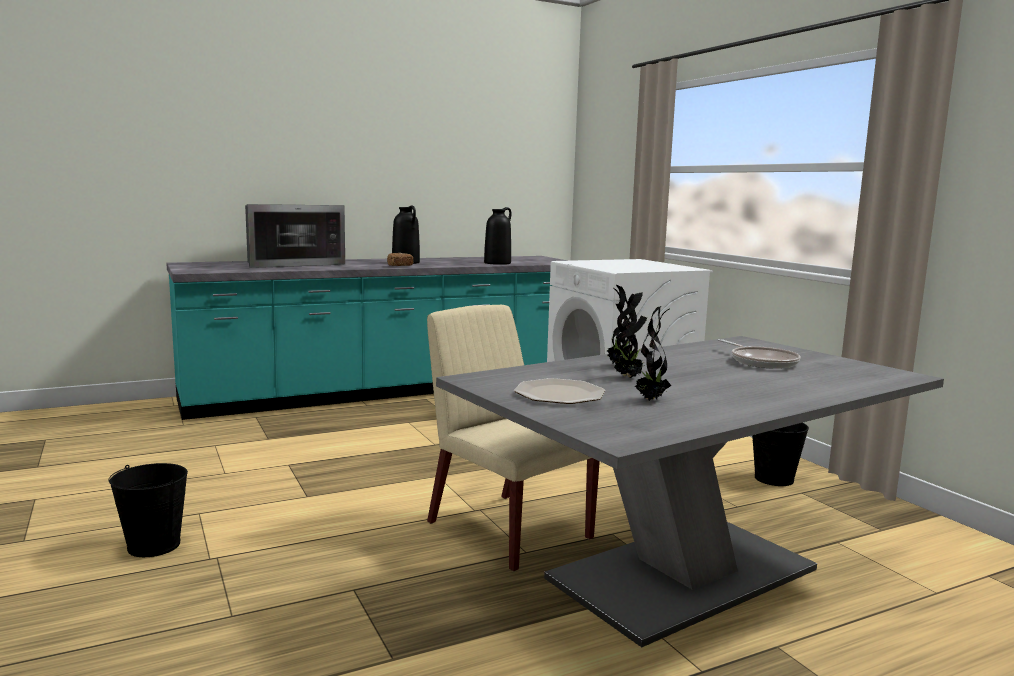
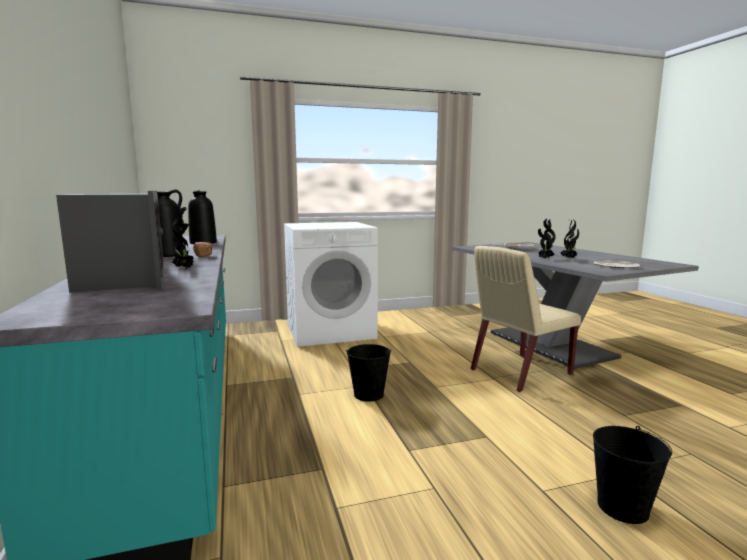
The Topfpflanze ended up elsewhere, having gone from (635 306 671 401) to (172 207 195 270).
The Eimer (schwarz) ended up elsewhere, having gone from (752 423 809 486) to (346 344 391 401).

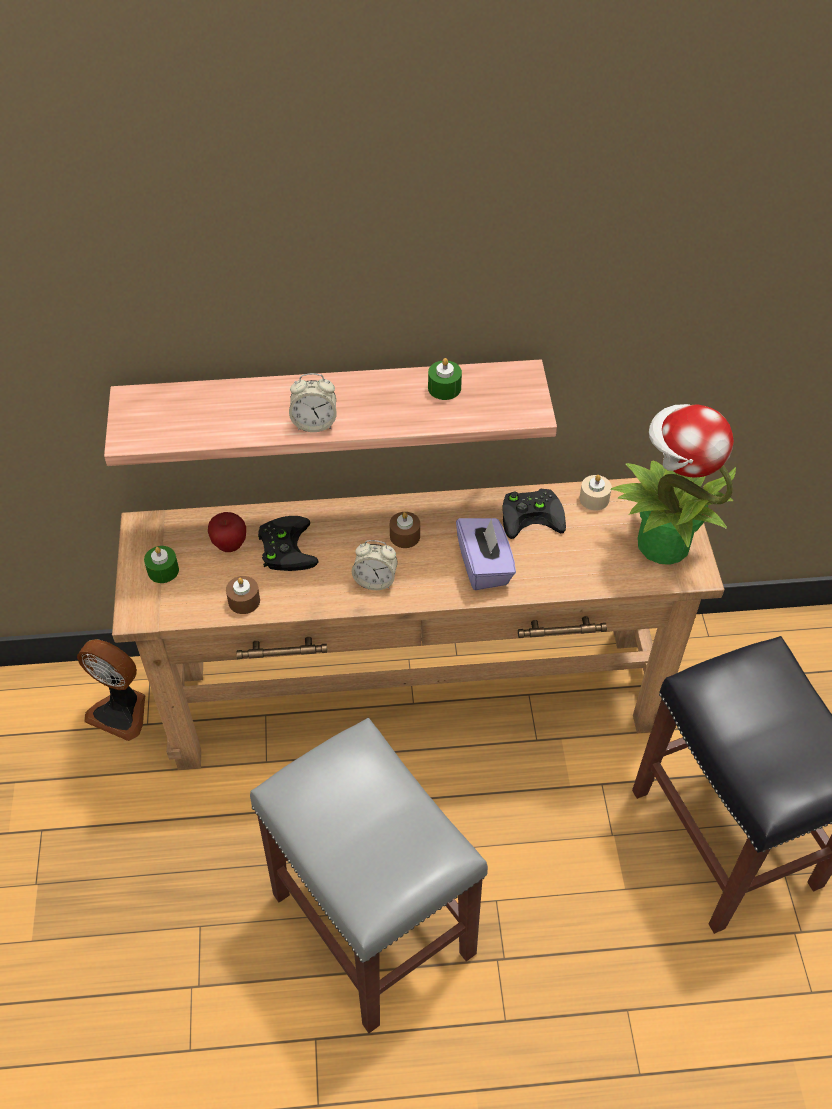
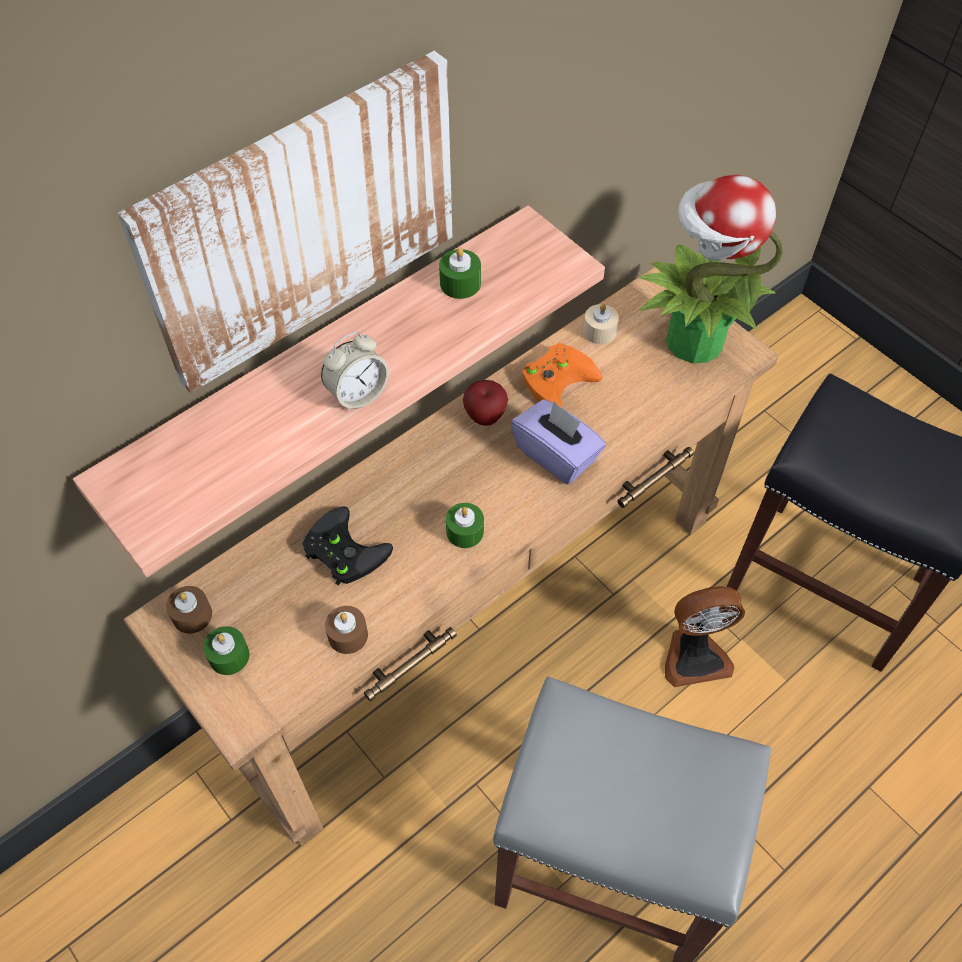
The second view gained the Bild at (118 51 452 393).
The Kerze (braun) ended up elsewhere, having gone from (390 512 420 548) to (166 586 212 634).
Where the Wecker stood at (352 540 398 590), the Kerze (grün) came to stand at (446 503 484 548).
The Apfel ended up elsewhere, having gone from (208 512 246 552) to (463 380 508 426).
What was the Gamepad (schwarz) at (503 489 566 539) turned into the Gamepad (orange) at (522 343 602 408).
The Ventilator ended up elsewhere, having gone from (77 639 146 741) to (665 586 745 687).

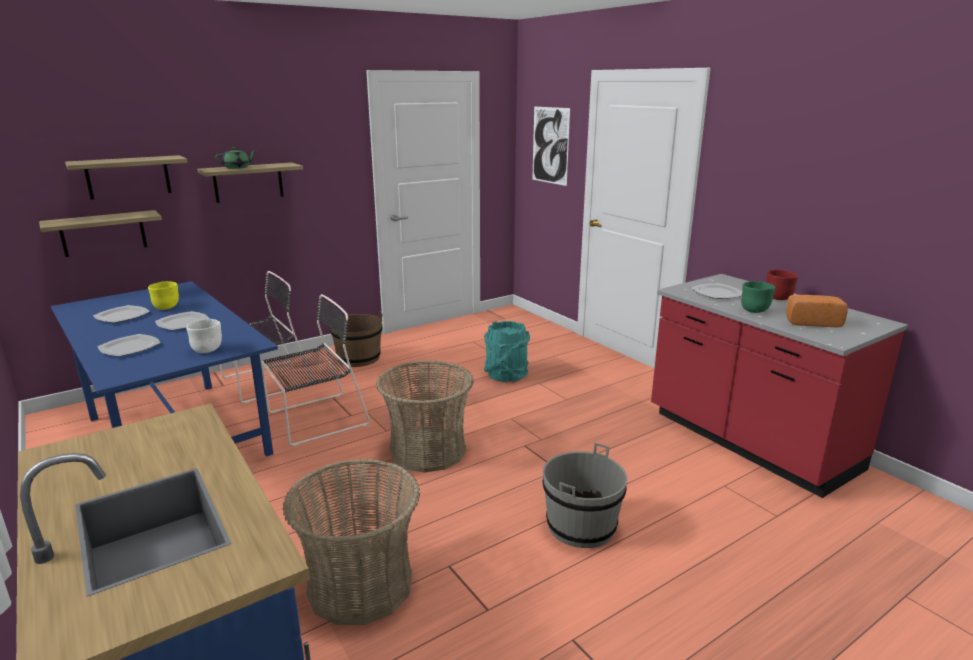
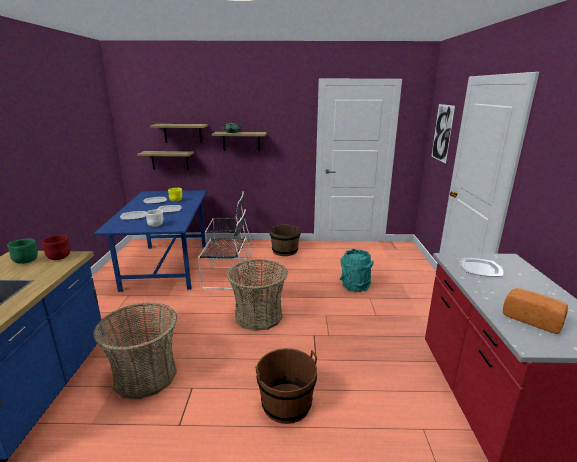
The Schüssel (grün) ended up elsewhere, having gone from (741 281 775 313) to (7 239 38 264).
The Schüssel (rot) ended up elsewhere, having gone from (766 270 798 300) to (42 235 70 260).
What was the Eimer (grau) at (542 443 628 548) turned into the Eimer (braun) at (255 348 317 424).

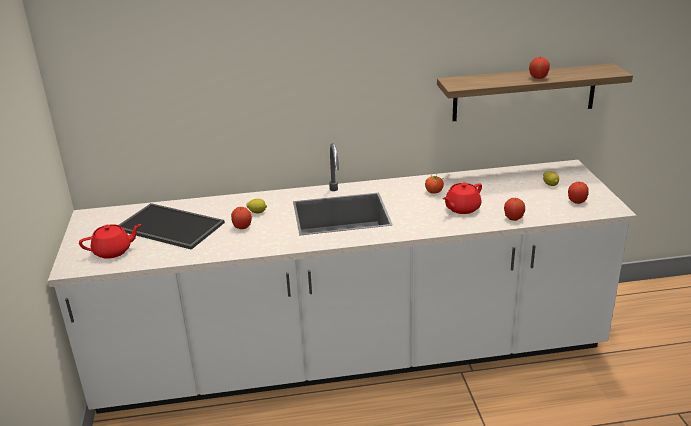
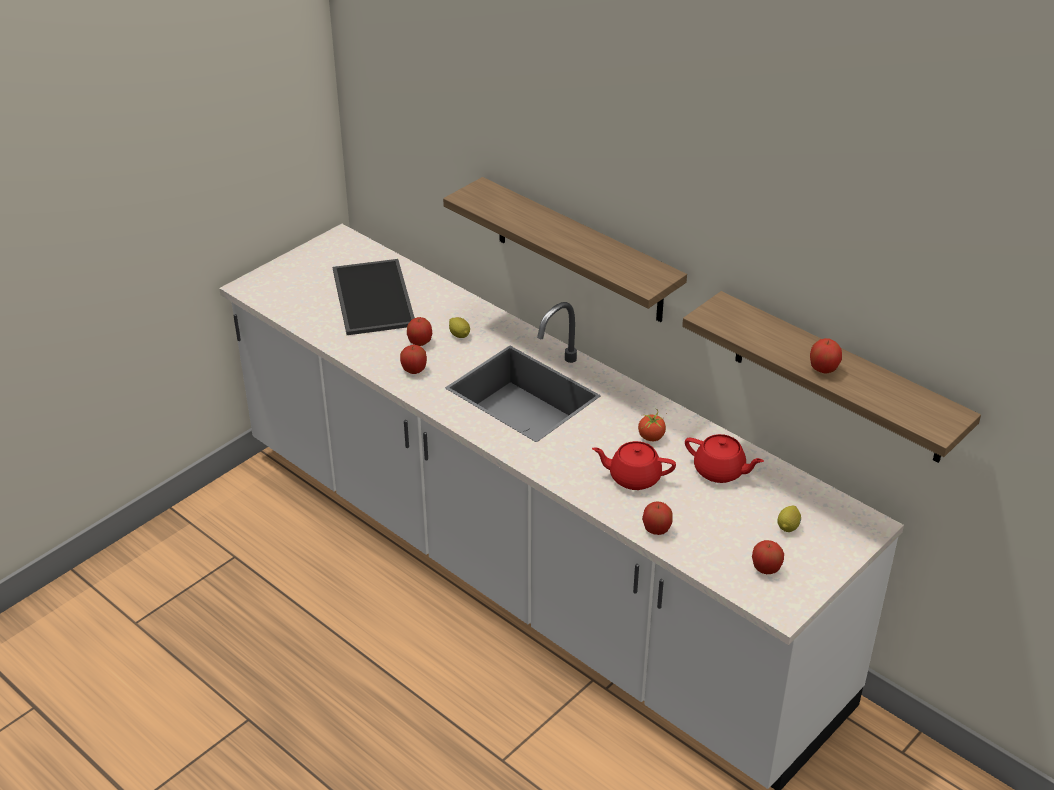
The second view gained the Apfel at (400 345 427 374).
The second view gained the Wandregal at (443 177 687 322).
The Teekanne (rot) ended up elsewhere, having gone from (79 224 142 259) to (685 434 764 483).

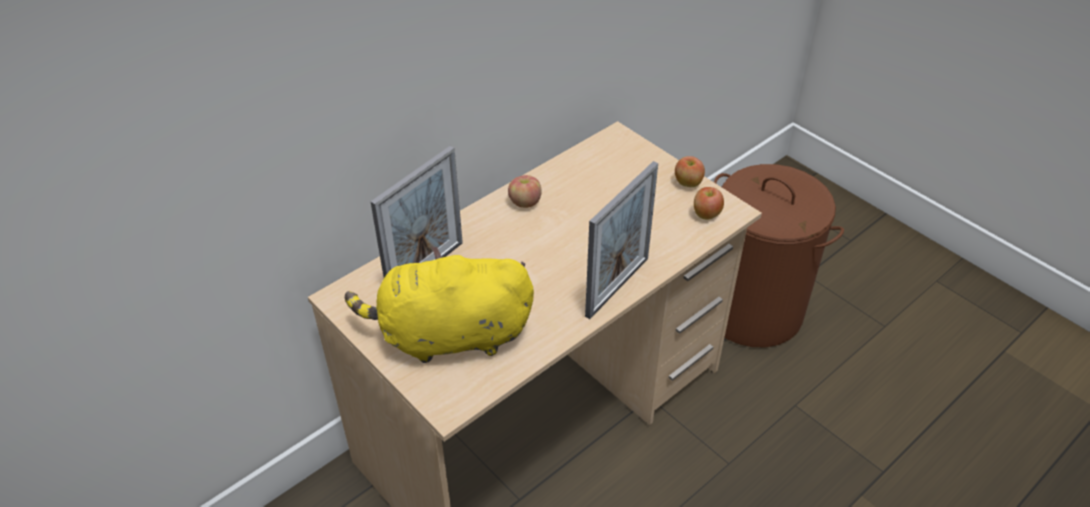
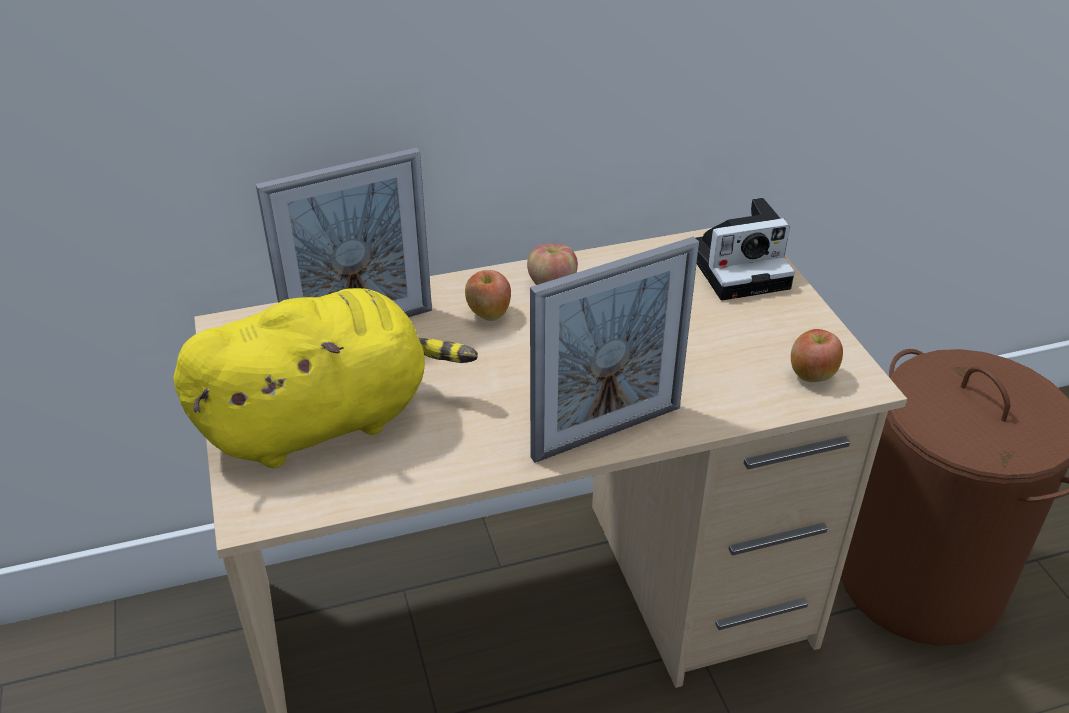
The Plüschtier (gelb) at (345 247 534 363) ended up facing another way, 135 degrees clockwise from before.
The Apfel ended up elsewhere, having gone from (675 156 705 188) to (465 270 511 321).
The second view gained the Kamera at (696 198 795 301).

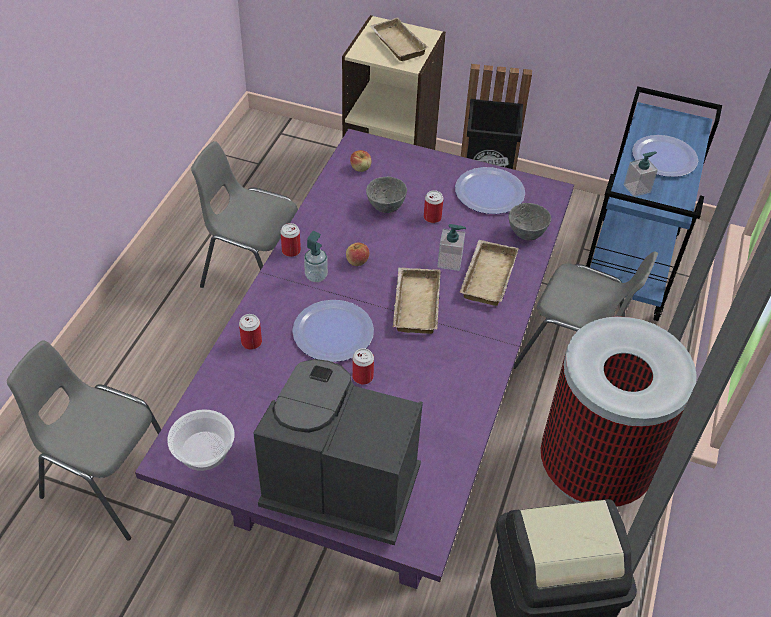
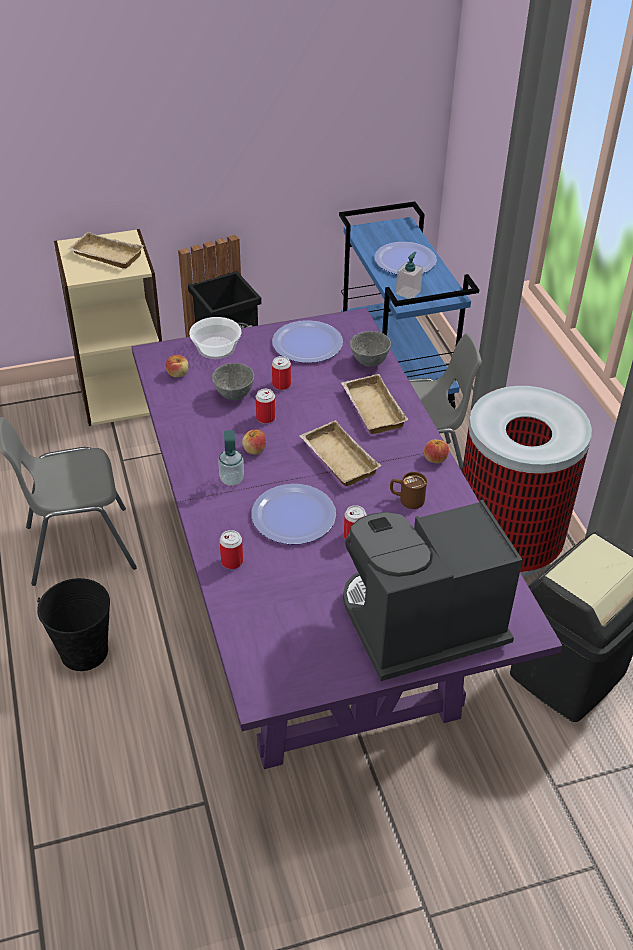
The second view gained the Eimer (schwarz) at (37 578 110 671).
The Schüssel ended up elsewhere, having gone from (167 409 235 471) to (189 317 242 359).
The Dose ended up elsewhere, having gone from (280 223 301 257) to (256 389 276 424).
The second view gained the Henkelbecher (braun) at (390 472 427 509).
The second view gained the Apfel at (424 440 449 463).
The second view lost the Stuhl (grau) at (7 340 161 540).
The second view lost the Seifenspender at (437 224 466 271).

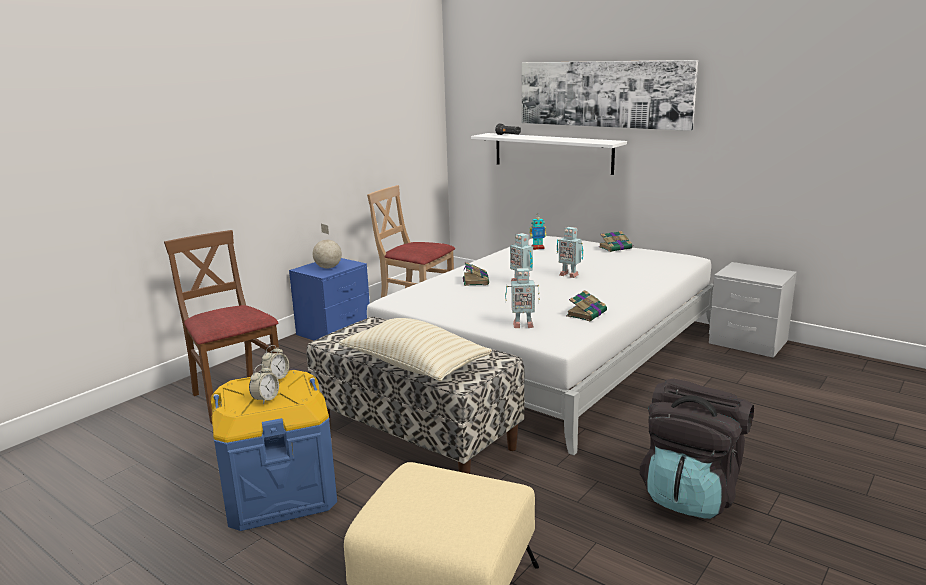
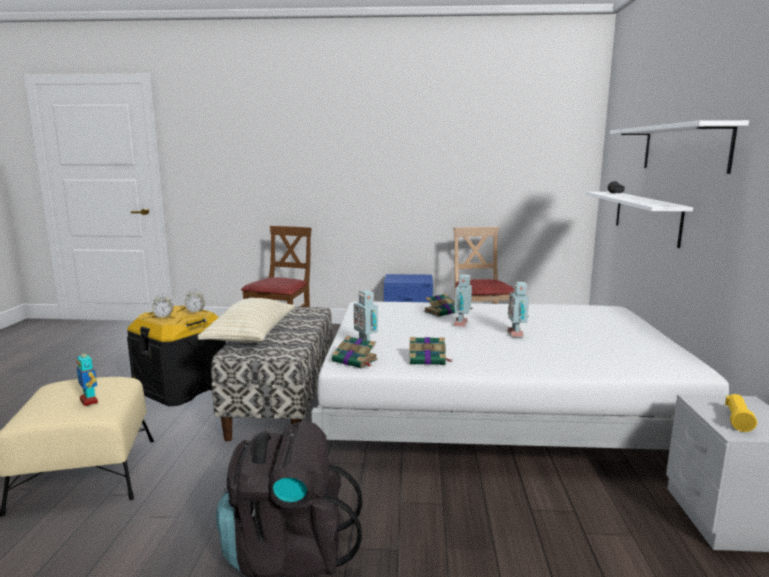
The Spielzeugroboter ended up elsewhere, having gone from (529 214 546 250) to (77 349 98 406).
What was the Aufbewahrungsbox (blau) at (211 370 337 531) turned into the Aufbewahrungsbox (schwarz) at (127 306 226 406).
The Buch ended up elsewhere, having gone from (599 231 632 252) to (332 336 378 369).
Where the Bild hung at (522 60 698 131), the Wandregal (weiß) came to hang at (610 120 749 174).
The second view gained the Taschenlampe (gelb) at (725 394 757 432).
The second view lost the Globus at (313 224 342 269).

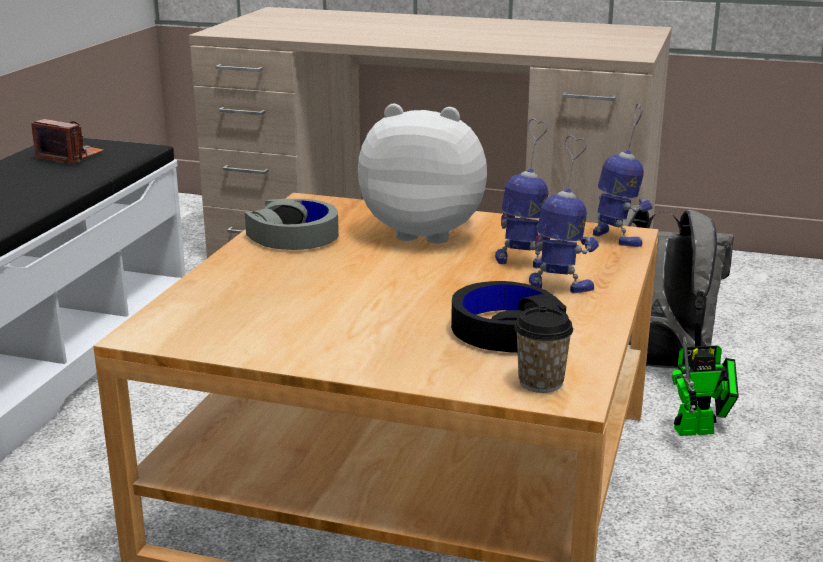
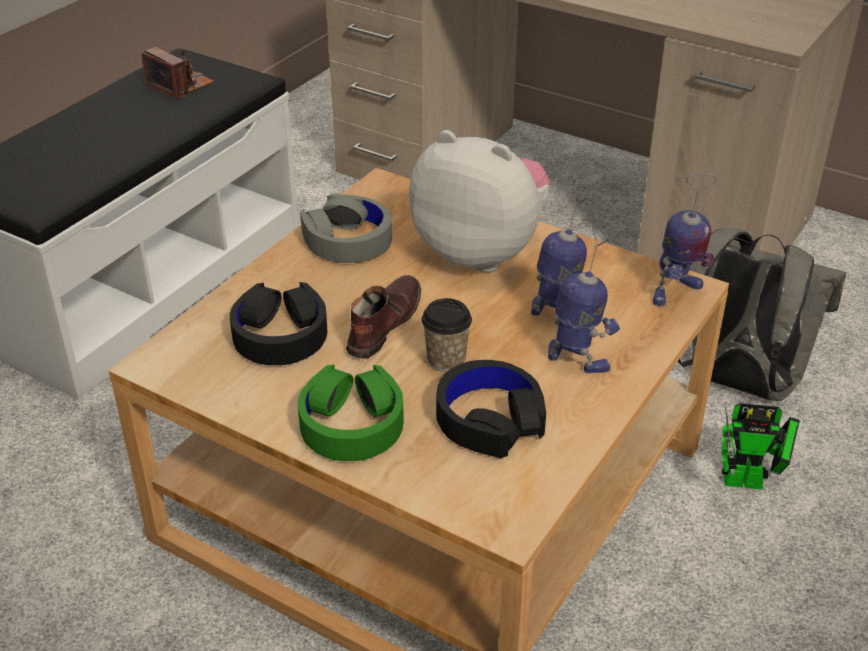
The second view gained the Kopfhörer (schwarz) at (230 282 327 365).
The second view gained the Kopfhörer (grün) at (298 365 404 461).
The second view gained the Schuh (braun) at (346 275 421 359).
The Tasse ended up elsewhere, having gone from (515 307 573 393) to (422 298 472 372).
The Spielzeugroboter at (593 103 653 247) ended up facing another way, 75 degrees clockwise from before.

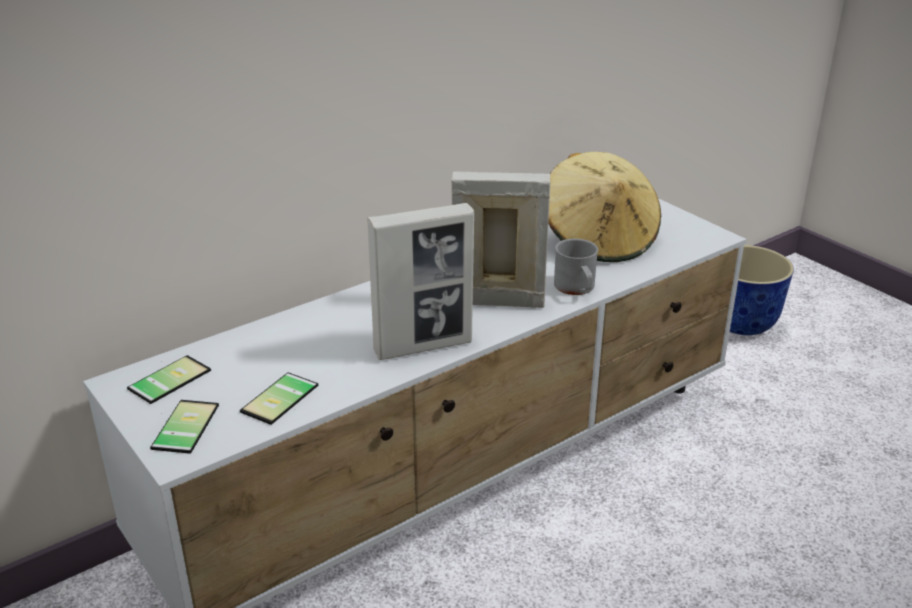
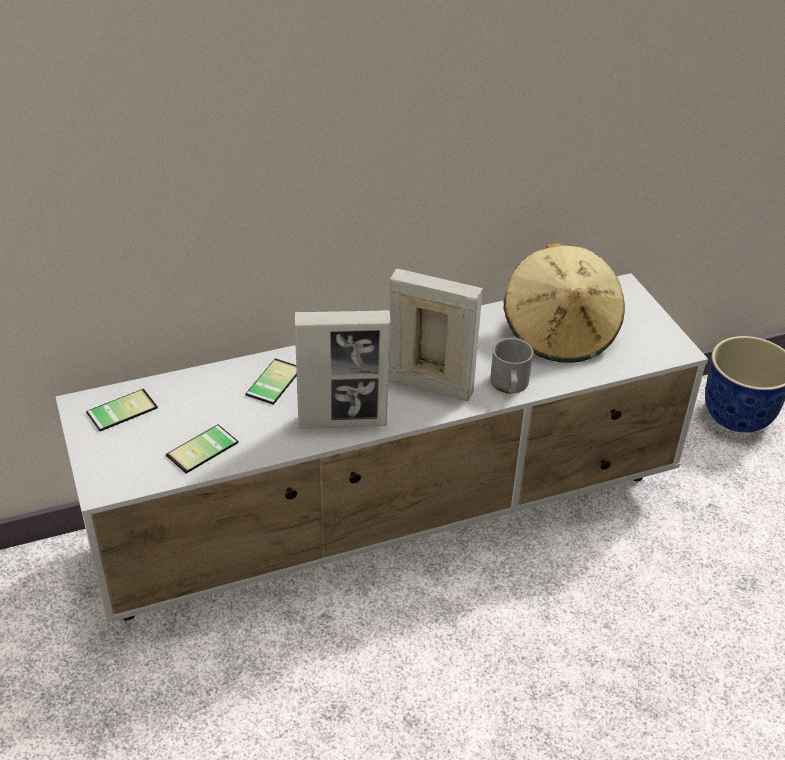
The Handy ended up elsewhere, having gone from (150 400 219 454) to (245 358 297 405).

